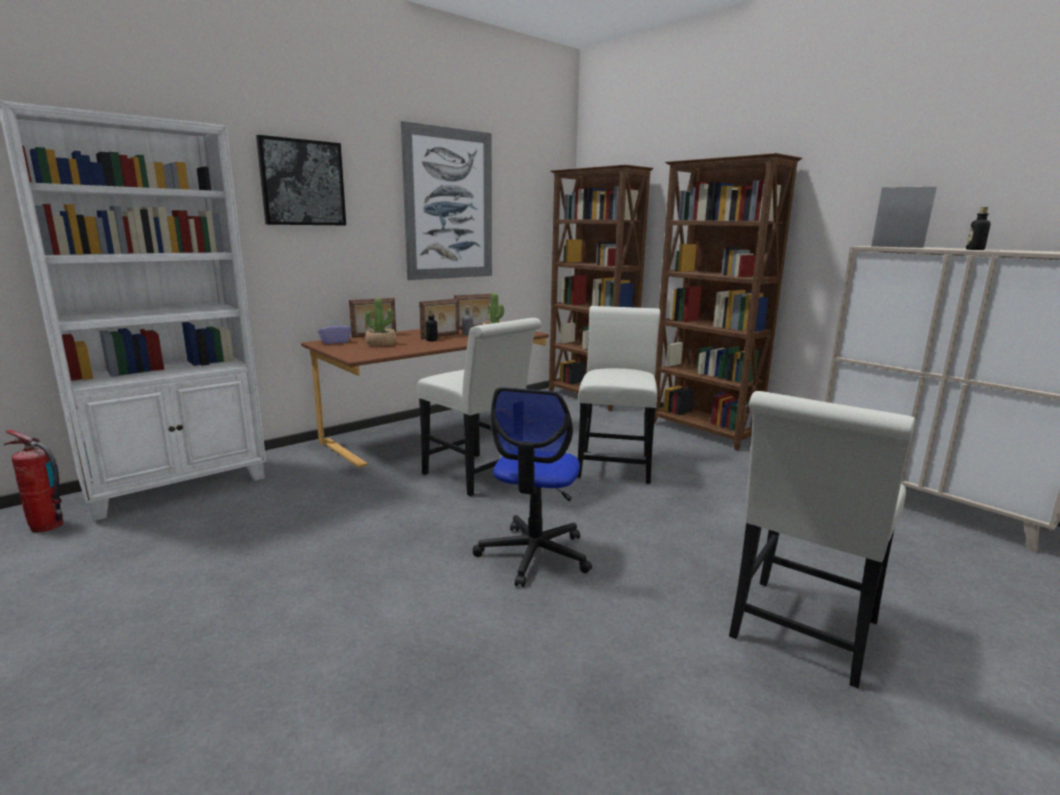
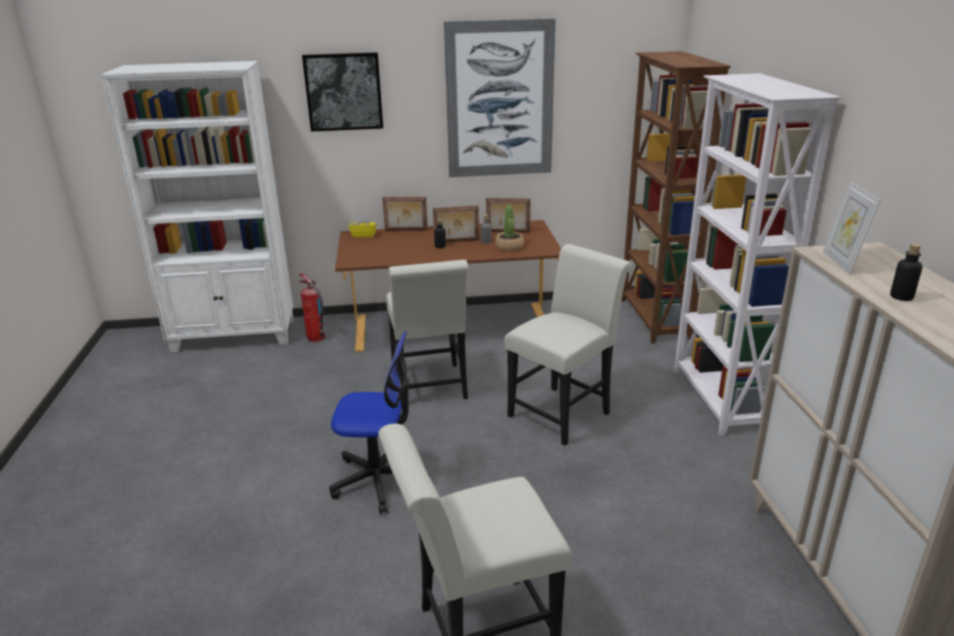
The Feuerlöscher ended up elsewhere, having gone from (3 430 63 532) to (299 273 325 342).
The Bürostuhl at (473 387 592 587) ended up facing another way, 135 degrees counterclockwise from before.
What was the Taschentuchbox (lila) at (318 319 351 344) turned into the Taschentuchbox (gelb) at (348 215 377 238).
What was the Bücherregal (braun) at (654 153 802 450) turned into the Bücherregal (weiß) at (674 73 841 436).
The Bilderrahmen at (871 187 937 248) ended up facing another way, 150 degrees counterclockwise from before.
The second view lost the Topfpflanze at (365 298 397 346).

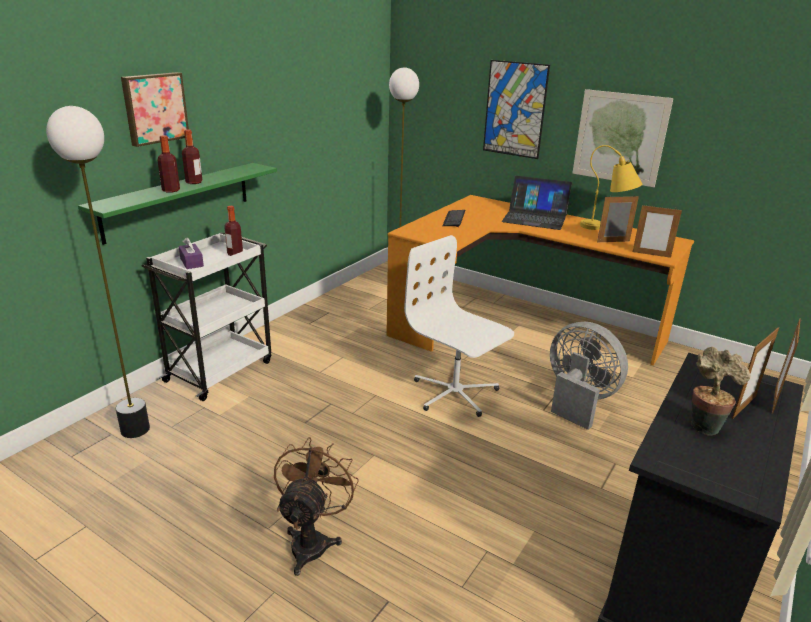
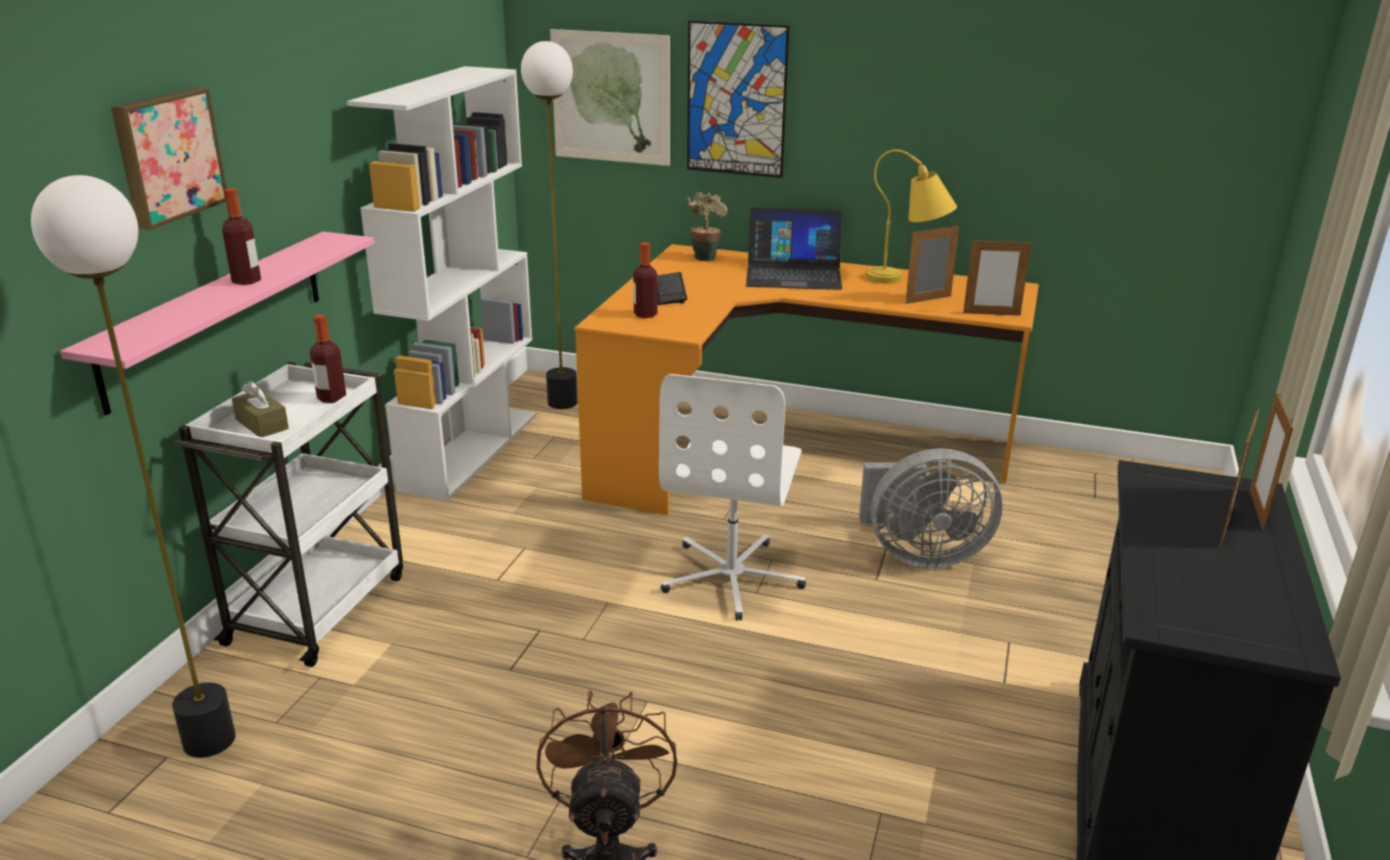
What was the Wandregal (grün) at (78 163 277 245) turned into the Wandregal (rosa) at (60 232 375 416).
What was the Taschentuchbox (lila) at (179 237 204 269) turned into the Taschentuchbox (braun) at (232 381 289 437).
The second view gained the Bücherregal (weiß) at (347 66 537 501).
The Bild ended up elsewhere, having gone from (573 89 673 187) to (550 29 670 166).
The Flasche ended up elsewhere, having gone from (158 135 180 193) to (633 242 657 318).
The Bürostuhl (weiß) at (404 235 514 417) ended up facing another way, 105 degrees counterclockwise from before.
The Topfpflanze ended up elsewhere, having gone from (691 347 750 436) to (688 192 728 262).
The Ventilator (grau) at (550 322 628 430) ended up facing another way, 150 degrees clockwise from before.

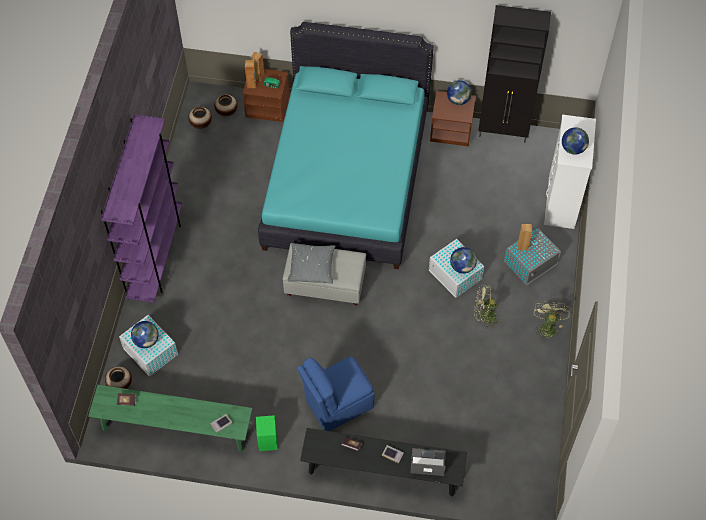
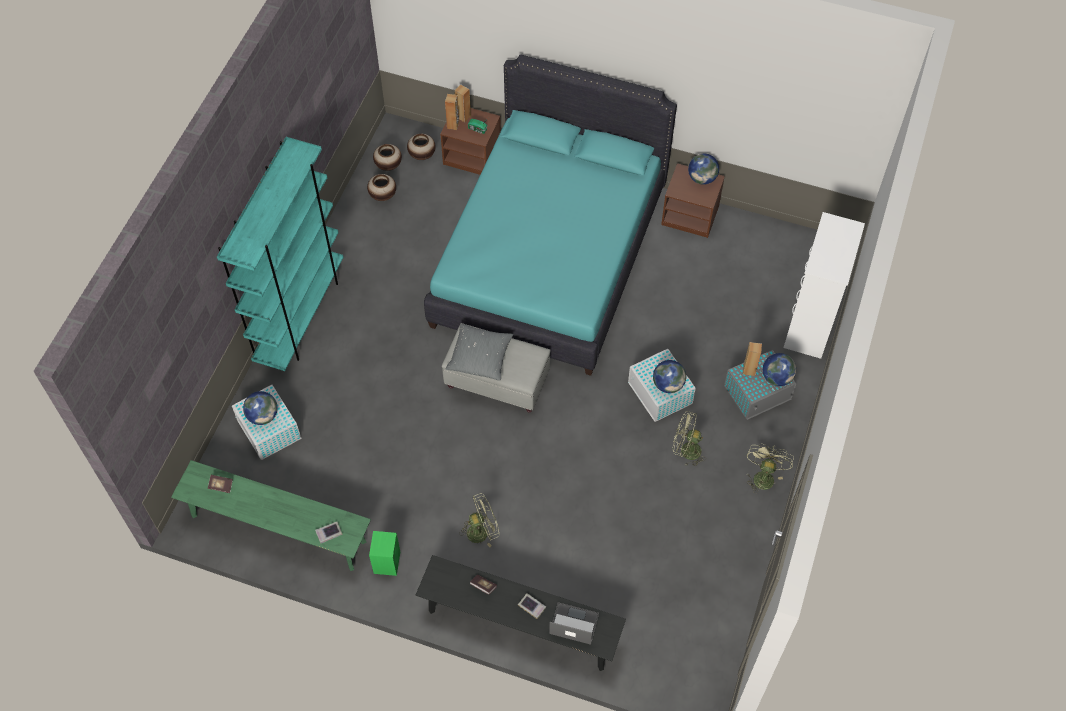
What was the Bücherregal (lila) at (101 114 182 303) turned into the Bücherregal (türkis) at (217 137 344 371).
The Vase ended up elsewhere, having gone from (105 366 132 389) to (367 174 396 201).
Where the Stuhl (blau) stood at (297 357 374 431), the Ventilator (grün) came to stand at (459 493 499 547).
The Globus ended up elsewhere, having gone from (562 127 589 155) to (763 353 796 386).
The second view lost the Schrank (schwarz) at (478 5 551 143).

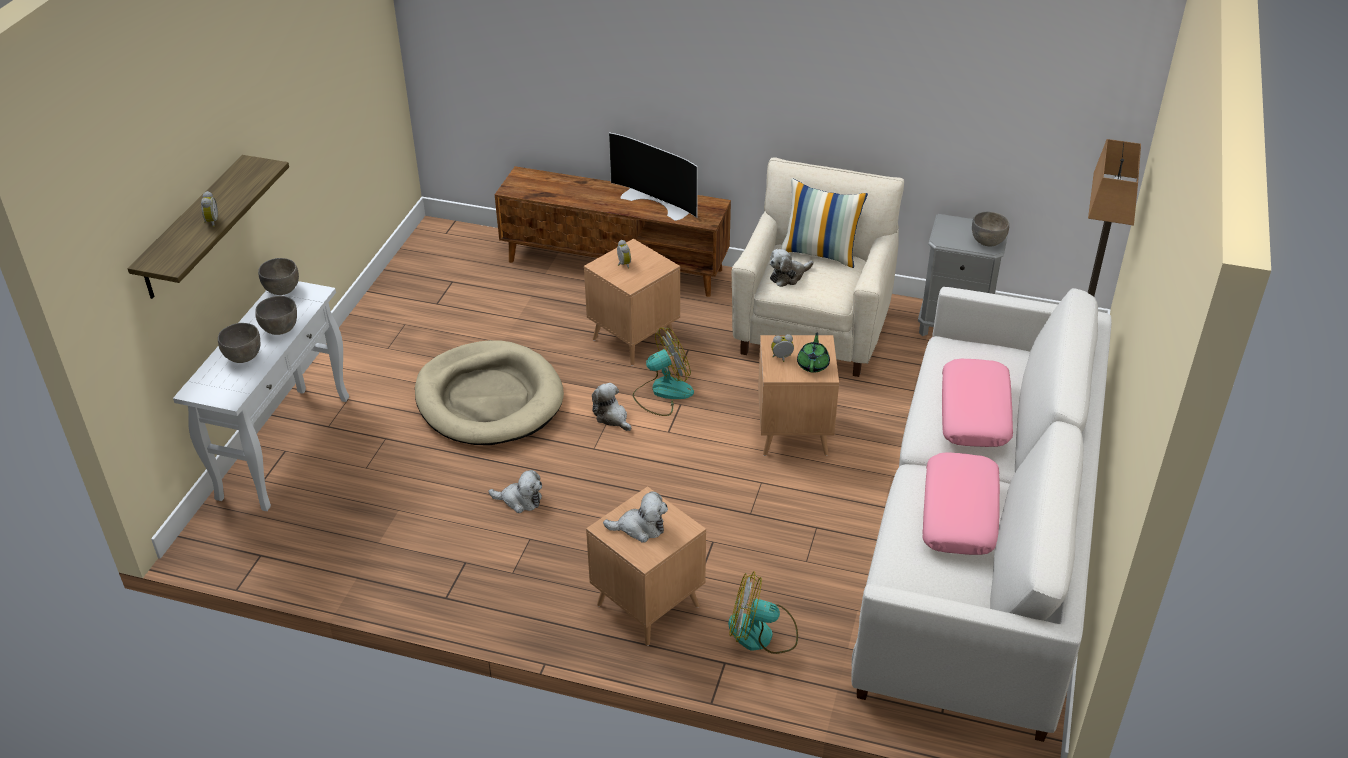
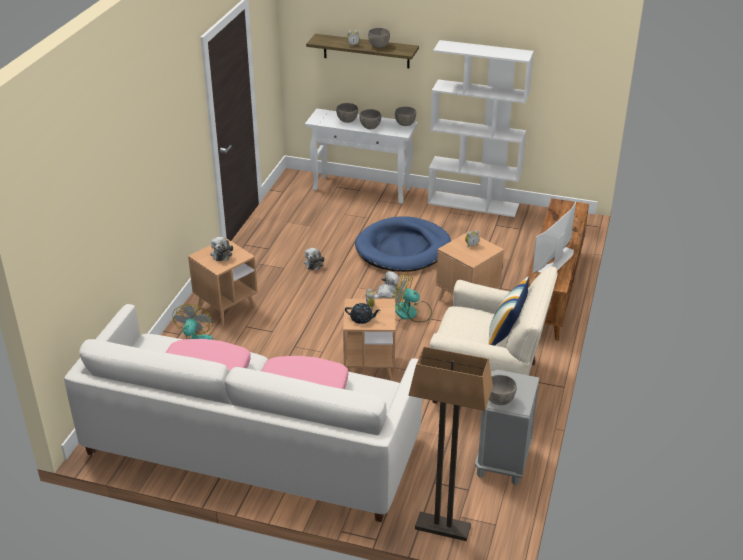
What was the Teekanne (grün) at (797 333 830 372) turned into the Teekanne (schwarz) at (345 303 380 324).
What was the Hundebett (beige) at (415 340 564 445) turned into the Hundebett (blau) at (355 216 451 272).
The second view gained the Schüssel (grau) at (368 28 390 48).
The Ventilator at (633 327 694 416) ended up facing another way, 135 degrees clockwise from before.
The second view gained the Bücherregal (weiß) at (428 40 534 217).
The second view lost the Plüschtier at (770 249 813 287).

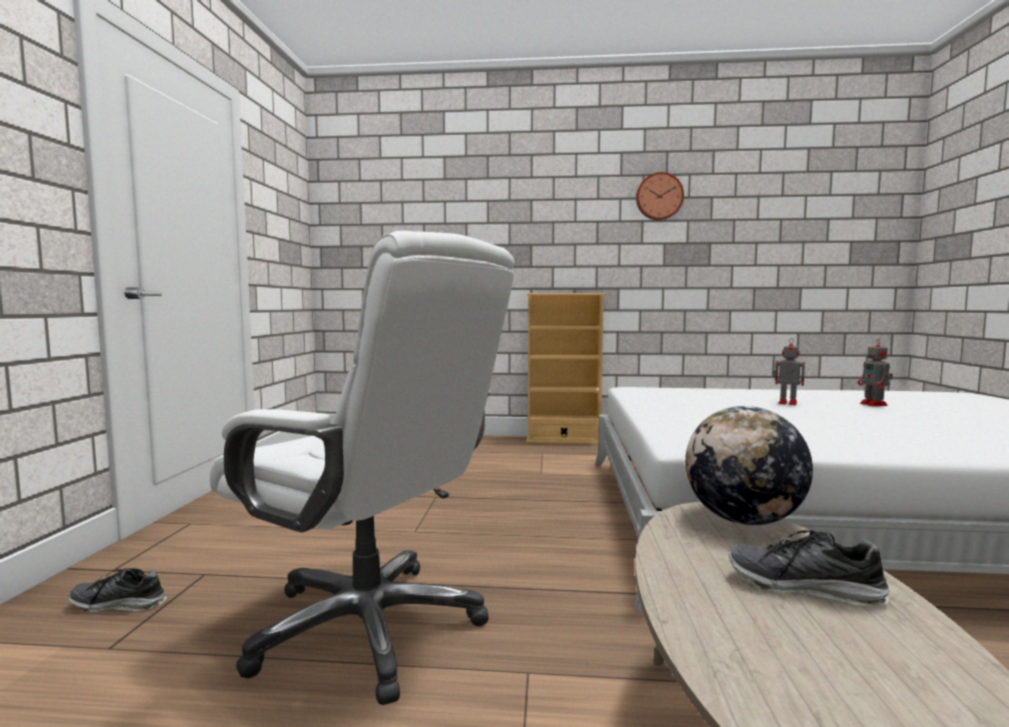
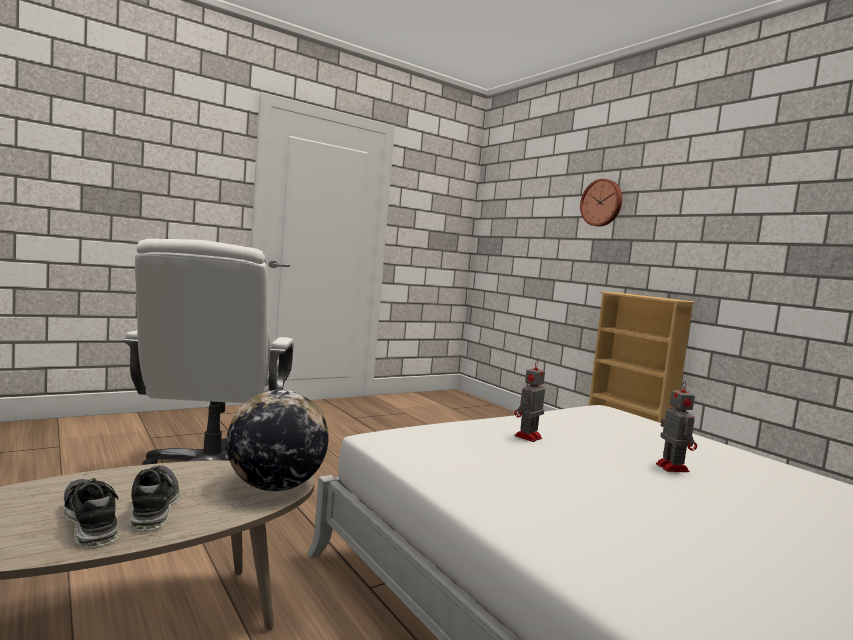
The Schuh ended up elsewhere, having gone from (69 568 167 612) to (63 478 118 547).
The Spielzeugroboter ended up elsewhere, having gone from (858 339 893 406) to (514 360 545 442).
The Wanduhr ended up elsewhere, having gone from (636 172 684 220) to (580 179 622 227).

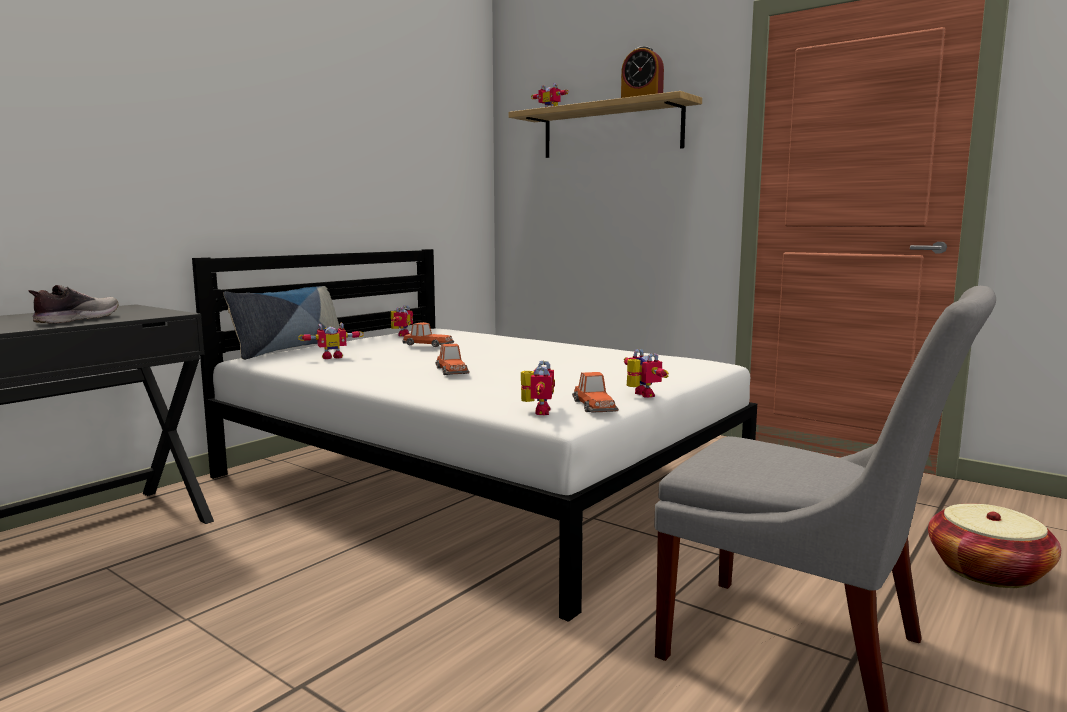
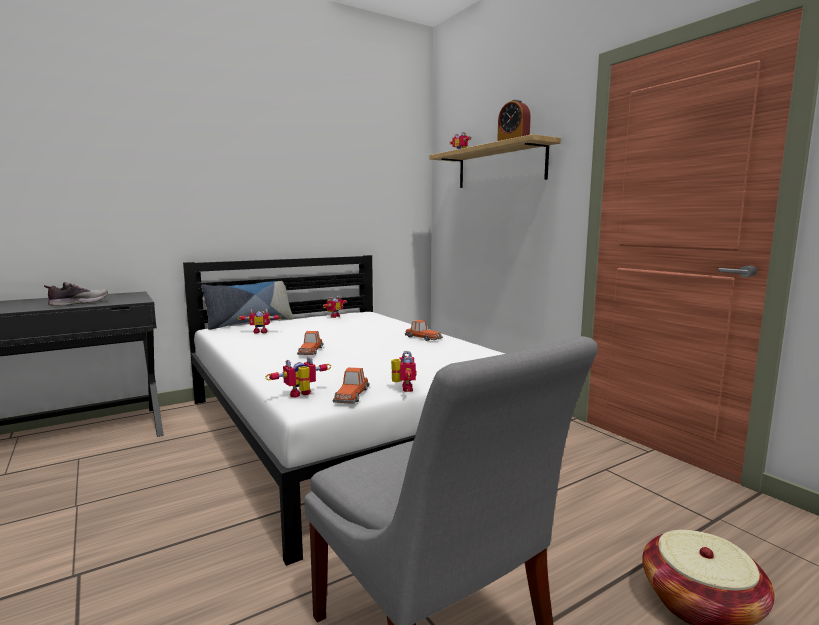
The Spielzeugroboter at (521 360 555 415) ended up facing another way, 150 degrees counterclockwise from before.
The Spielzeugauto ended up elsewhere, having gone from (402 322 454 347) to (405 320 443 341).

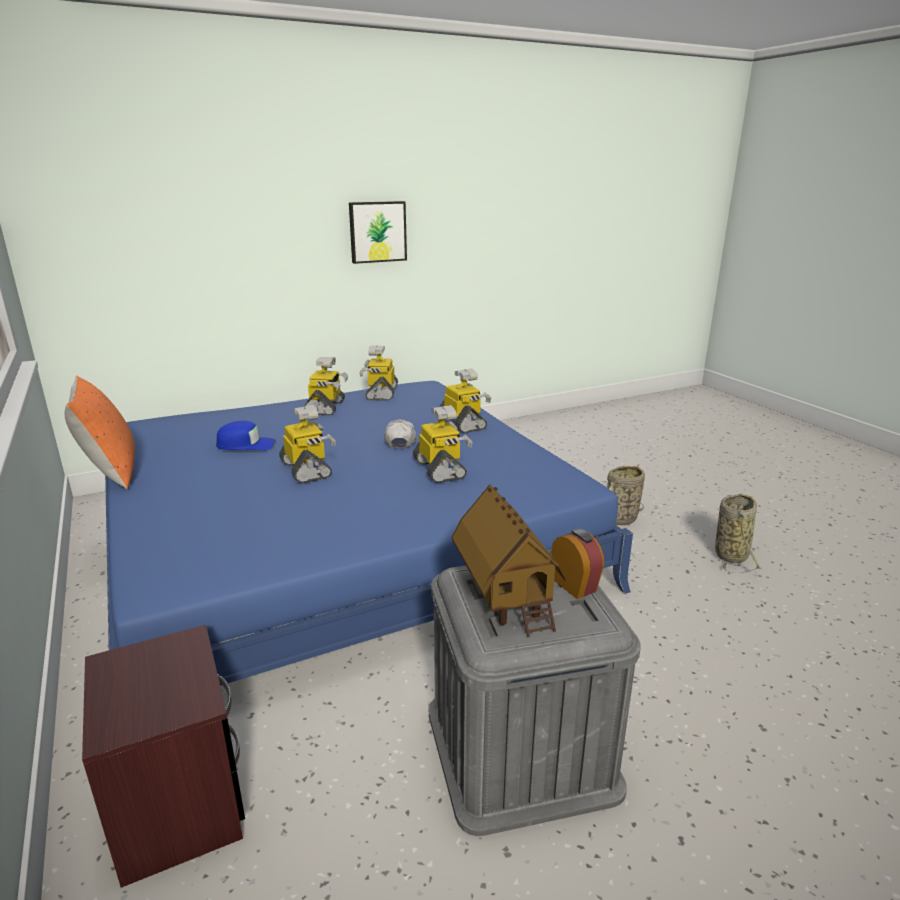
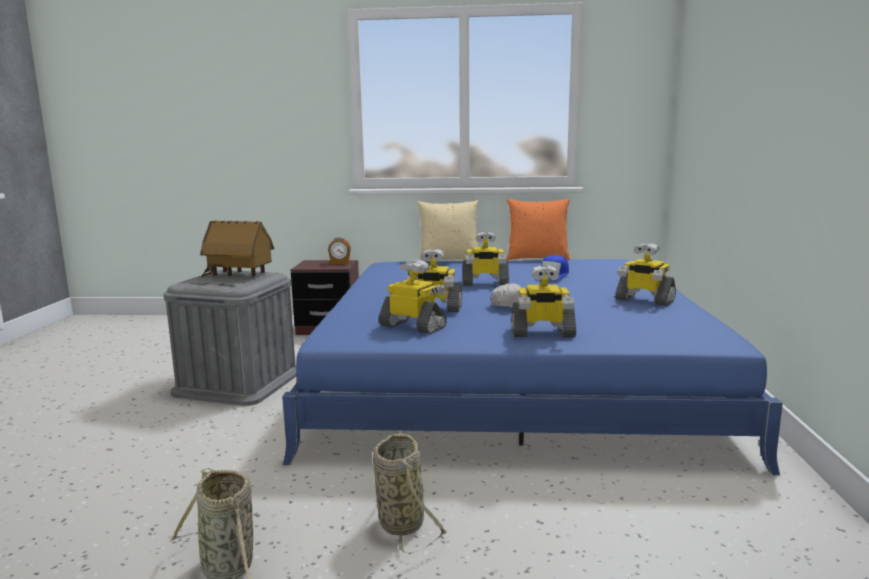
The Wecker ended up elsewhere, having gone from (551 529 604 599) to (328 237 351 264).
The Spielzeugroboter ended up elsewhere, having gone from (359 345 398 401) to (379 259 447 334).
The second view gained the Kissen (beige) at (417 200 478 261).
The second view lost the Bild at (349 201 407 264).

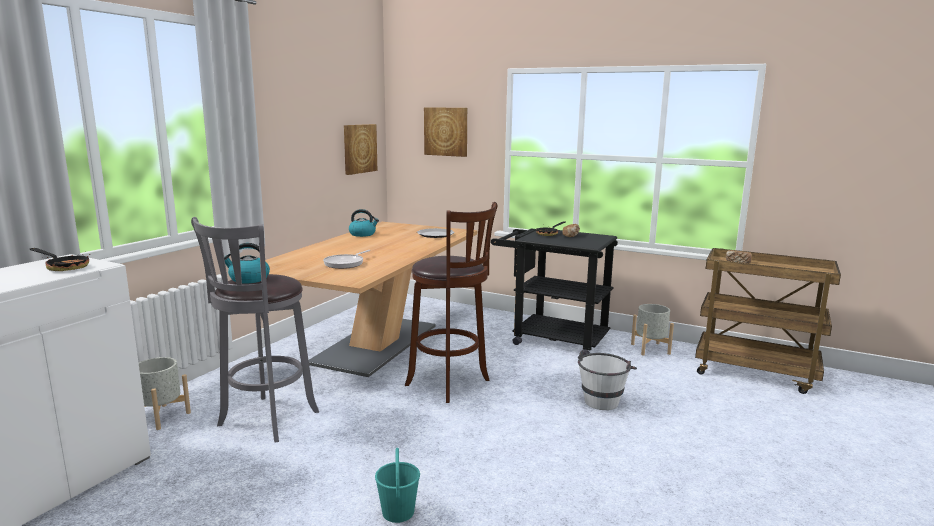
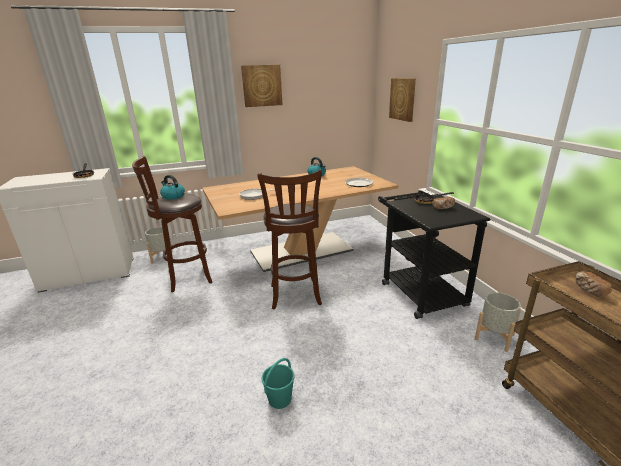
What was the Hocker (grau) at (191 217 319 443) turned into the Hocker (braun) at (132 156 213 292).
The Bild ended up elsewhere, having gone from (344 124 377 175) to (241 65 282 107).
The Eimer (türkis) ended up elsewhere, having gone from (375 448 420 523) to (261 358 294 409).
The second view lost the Eimer (weiß) at (578 351 637 410).

